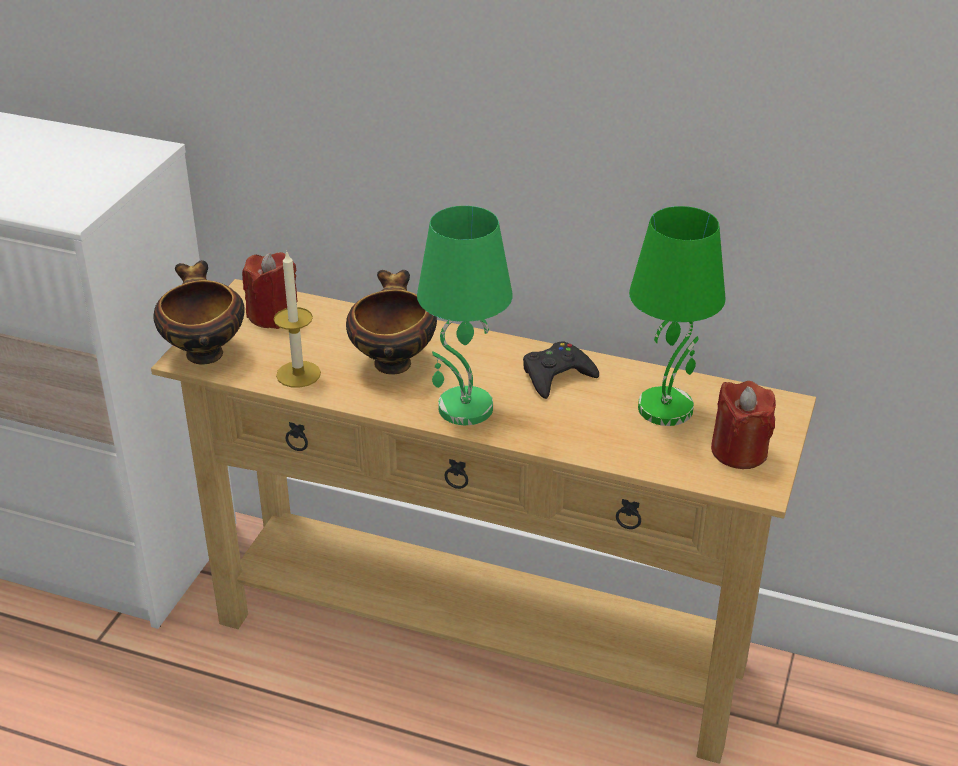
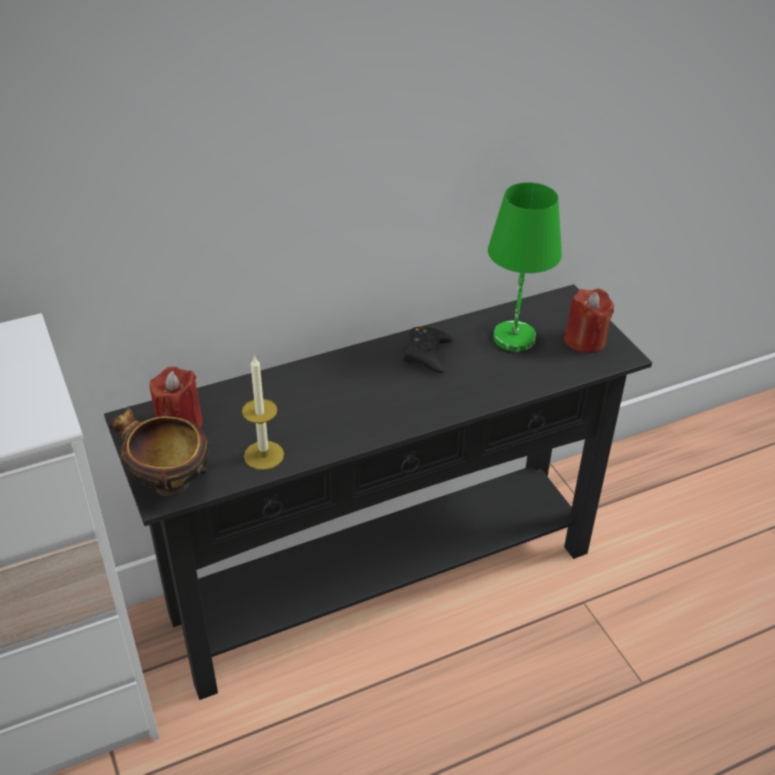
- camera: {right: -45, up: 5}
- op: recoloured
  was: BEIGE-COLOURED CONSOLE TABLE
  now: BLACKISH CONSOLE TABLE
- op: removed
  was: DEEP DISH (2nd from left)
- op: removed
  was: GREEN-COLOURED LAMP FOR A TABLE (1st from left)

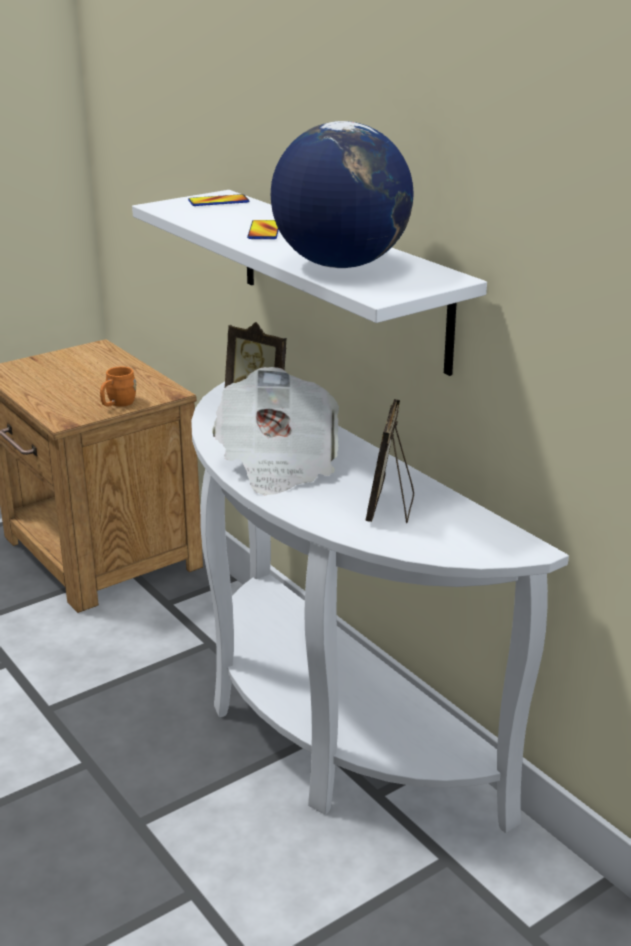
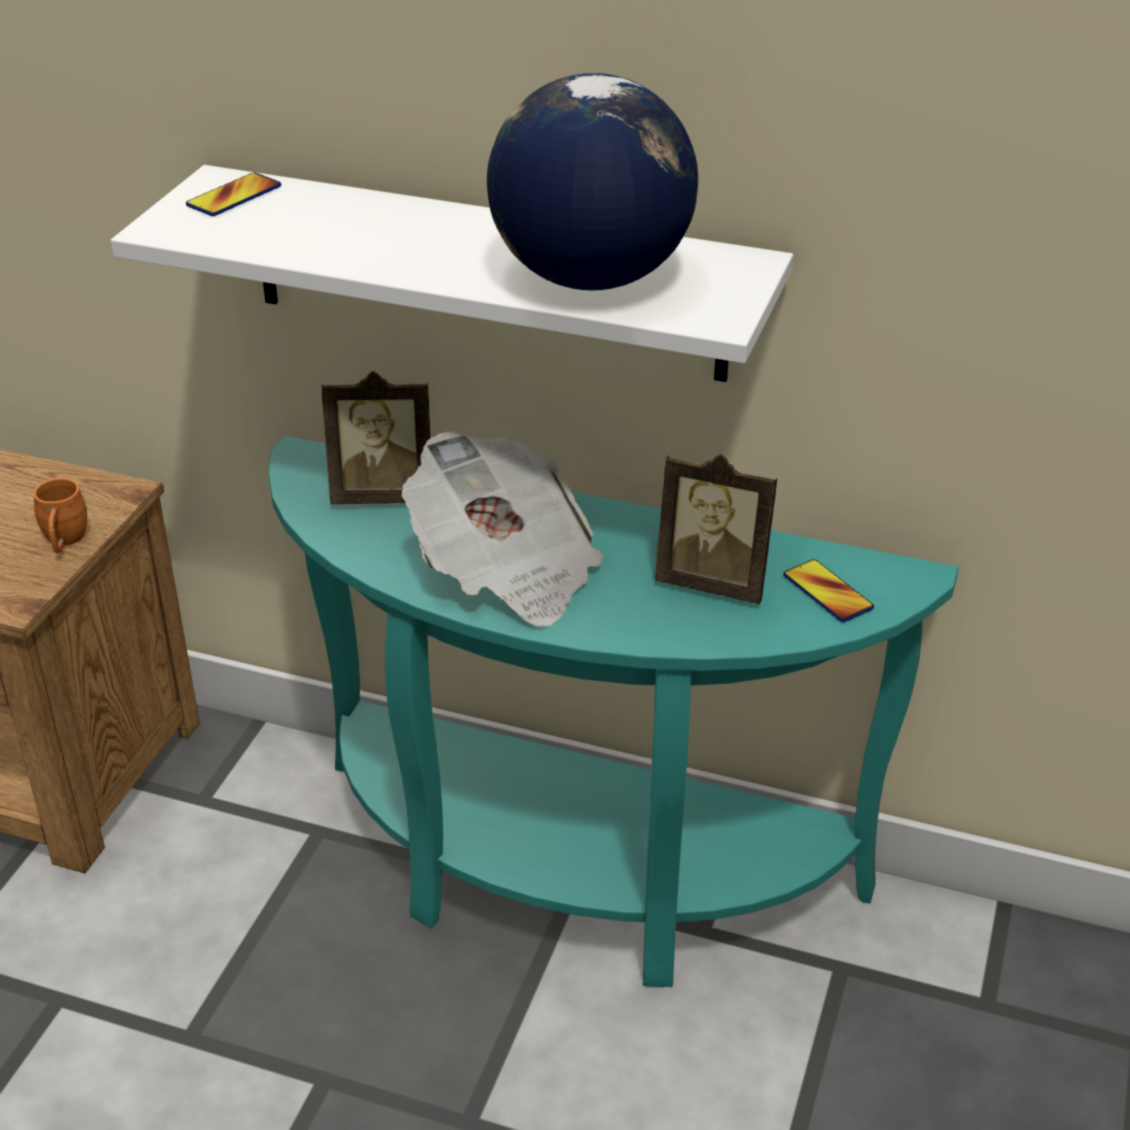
- camera: {right: -35, up: 10}
- op: recoloured
  was: WHITE-COLOURED CONSOLE TABLE
  now: TURQUOISE CONSOLE TABLE
- op: moved
  was: TELEPHONE (2nd from left)
- op: turned
  was: PHOTO FRAME (2nd from left)
  clockwise: -45

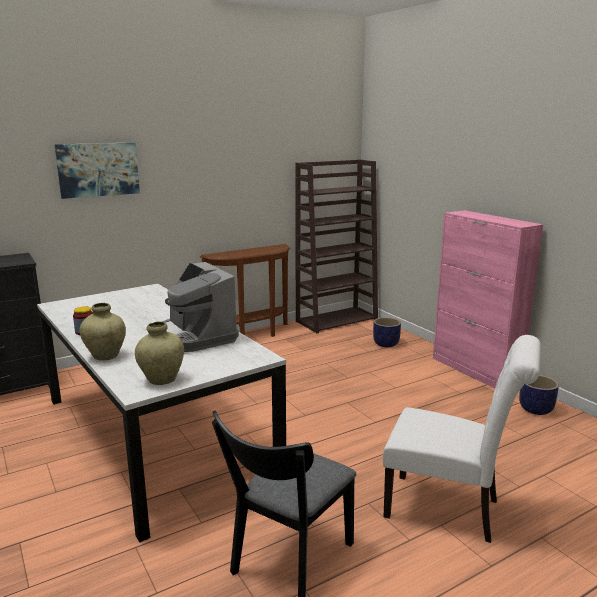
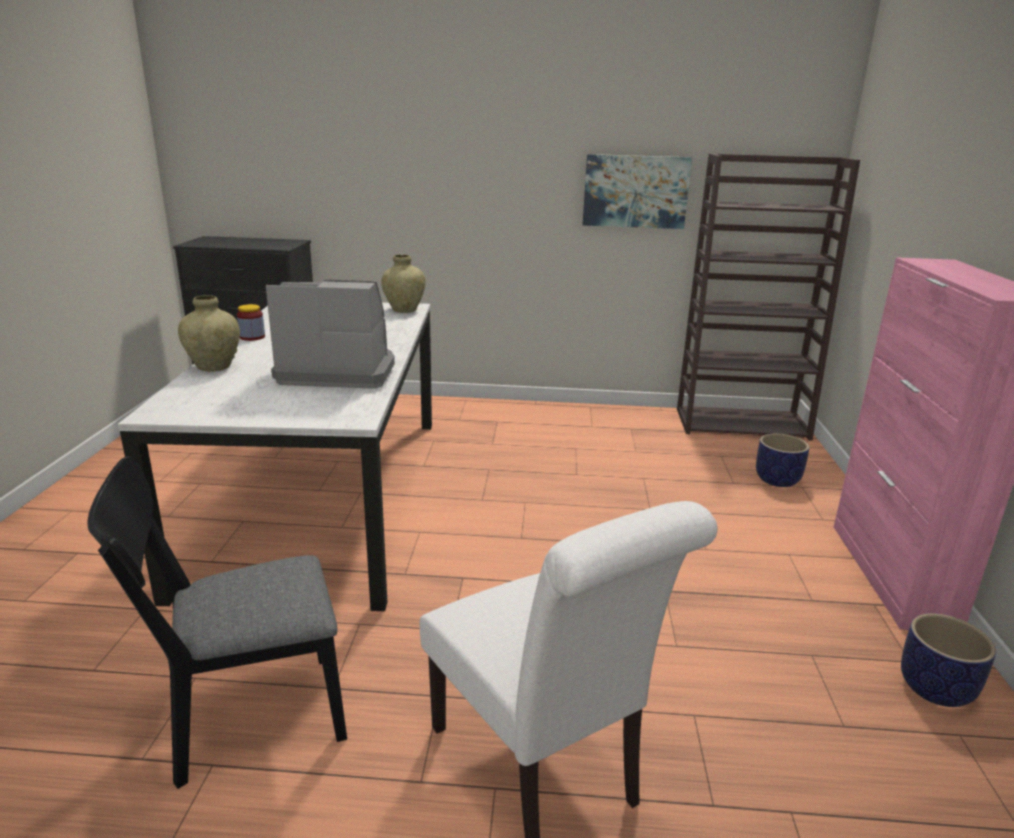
- camera: {right: 35, up: 5}
- op: moved
  was: PICTURE
- op: moved
  was: BEIGE-COLOURED DECORATIVE VASE (2nd from left)
- op: turned
  was: COFFEE MACHINE
  clockwise: 90
- op: removed
  was: BROWN CONSOLE TABLE

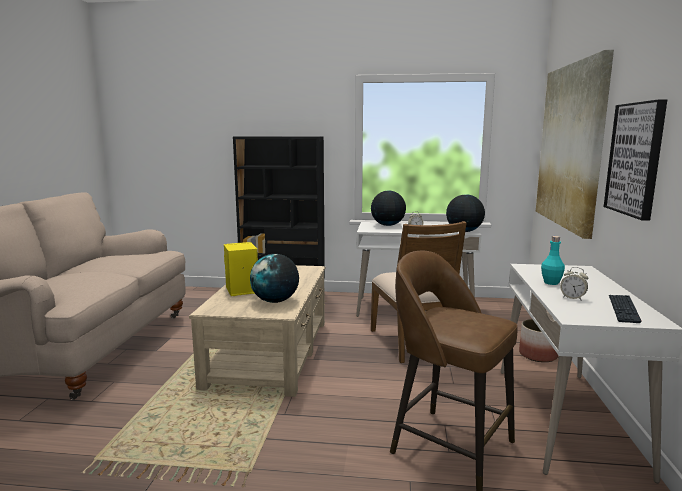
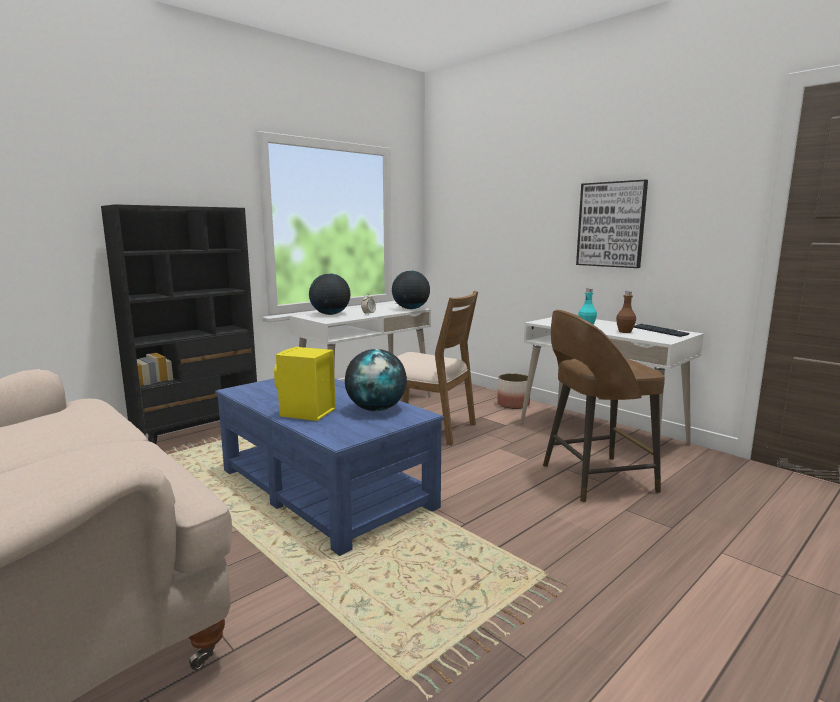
- camera: {right: -50, up: 0}
- op: recoloured
  was: BEIGE-COLOURED COFFEE TABLE
  now: BLUE-COLOURED COFFEE TABLE
- op: removed
  was: PICTURE (1st from left)
- op: replaced
  was: TABLE CLOCK (2nd from left)
  now: BROWN BOTTLE

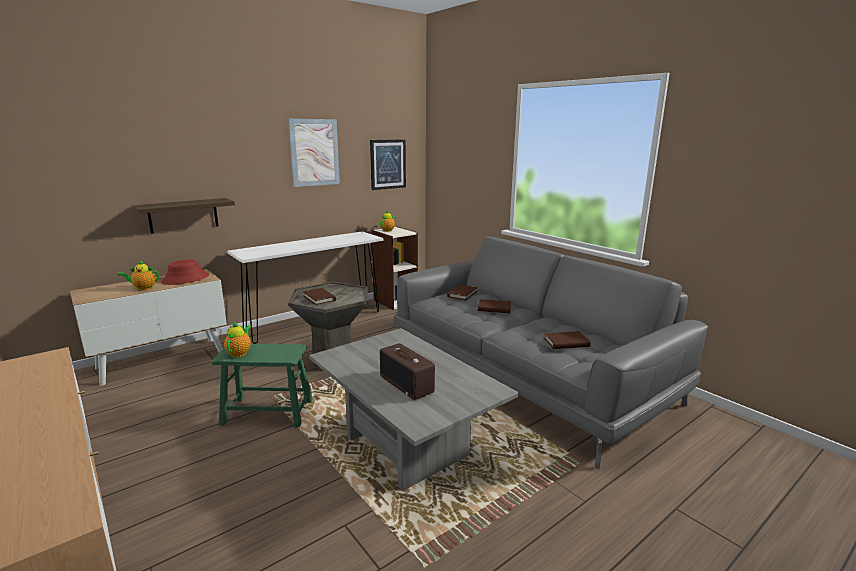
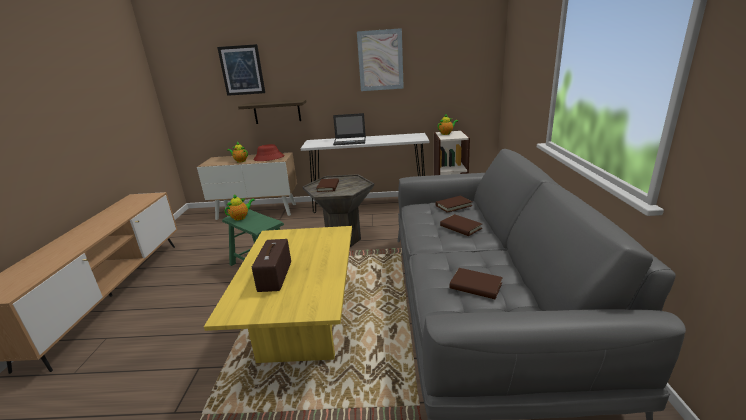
- camera: {right: 40, up: 5}
- op: recoloured
  was: GREY COFFEE TABLE
  now: YELLOW COFFEE TABLE
- op: moved
  was: PICTURE (2nd from left in the first image)
  now: PICTURE (1st from left)
- op: added
  now: NOTEBOOK COMPUTER

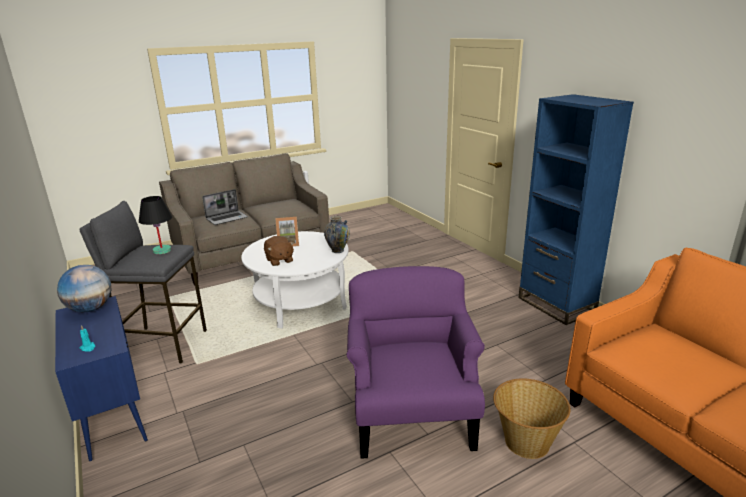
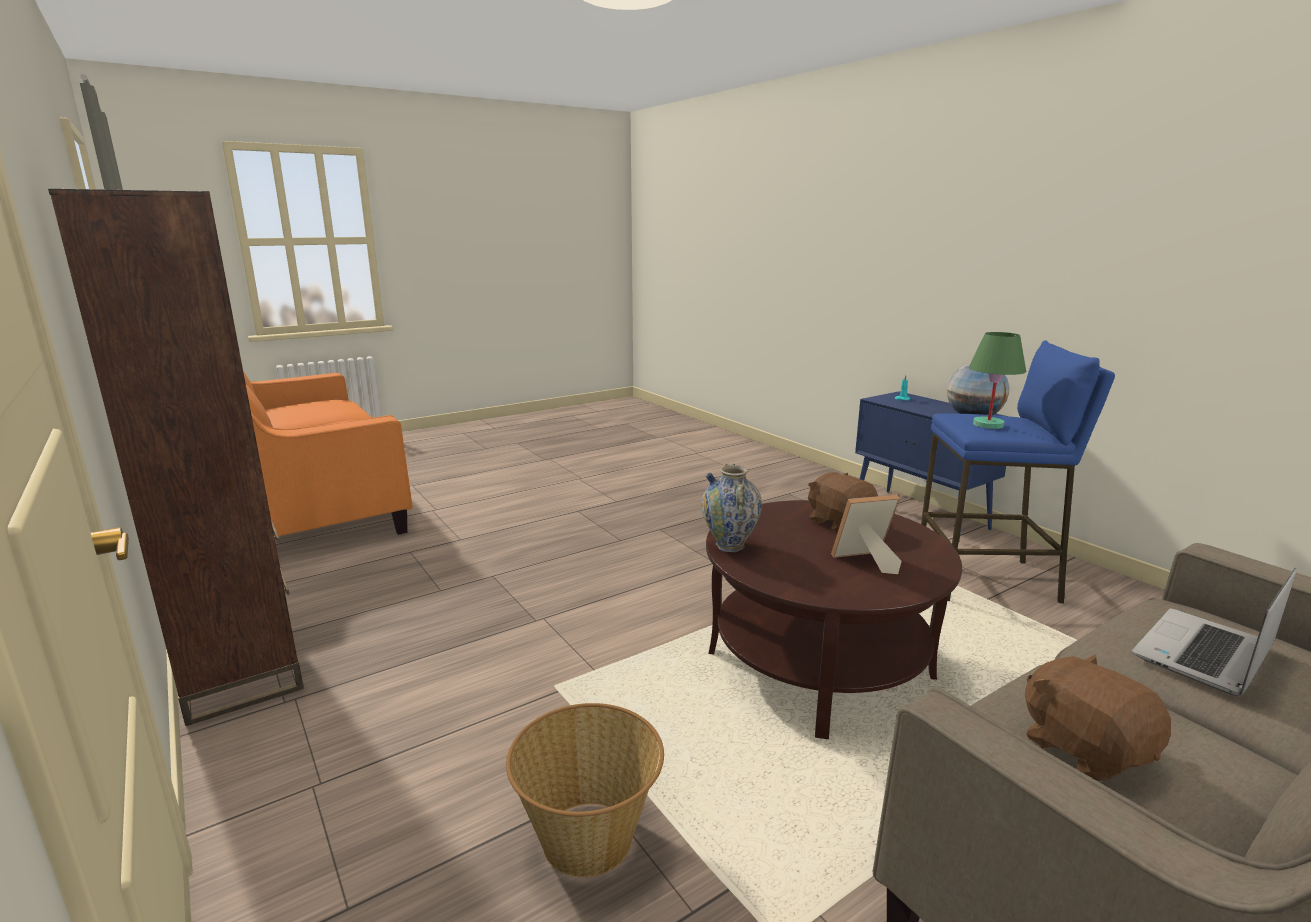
- camera: {right: 175, up: -5}
- op: recoloured
  was: GREY SITTING STOOL
  now: BLUE-COLOURED SITTING STOOL
- op: recoloured
  was: BLACKISH LAMP FOR A TABLE
  now: GREEN-COLOURED LAMP FOR A TABLE
- op: recoloured
  was: WHITE-COLOURED COFFEE TABLE
  now: BROWN COFFEE TABLE
- op: removed
  was: PURPLE-COLOURED ARMCHAIR
- op: moved
  was: HOUSEHOLD BASKET
- op: recoloured
  was: BLUE-COLOURED SHELVING UNIT
  now: BROWN SHELVING UNIT
- op: added
  now: BROWN CUDDLY TOY (2nd from left)

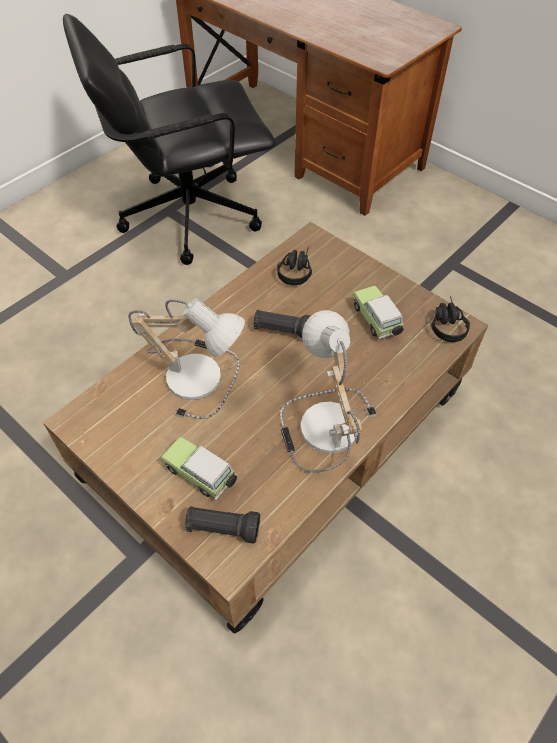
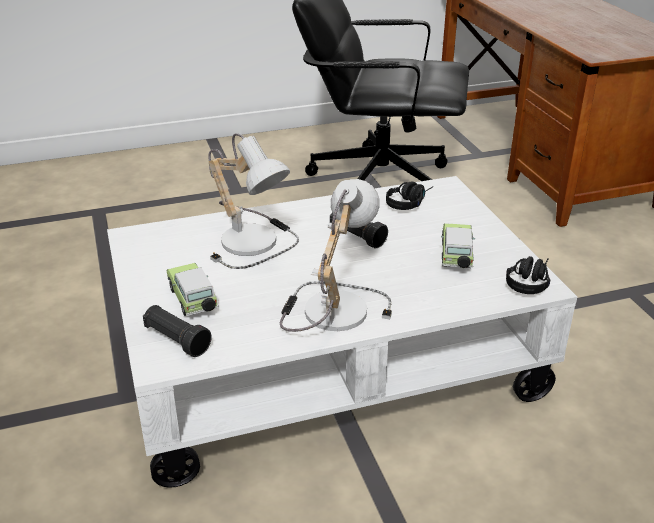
- camera: {right: 30, up: -20}
- op: recoloured
  was: BROWN COFFEE TABLE
  now: WHITE-COLOURED COFFEE TABLE

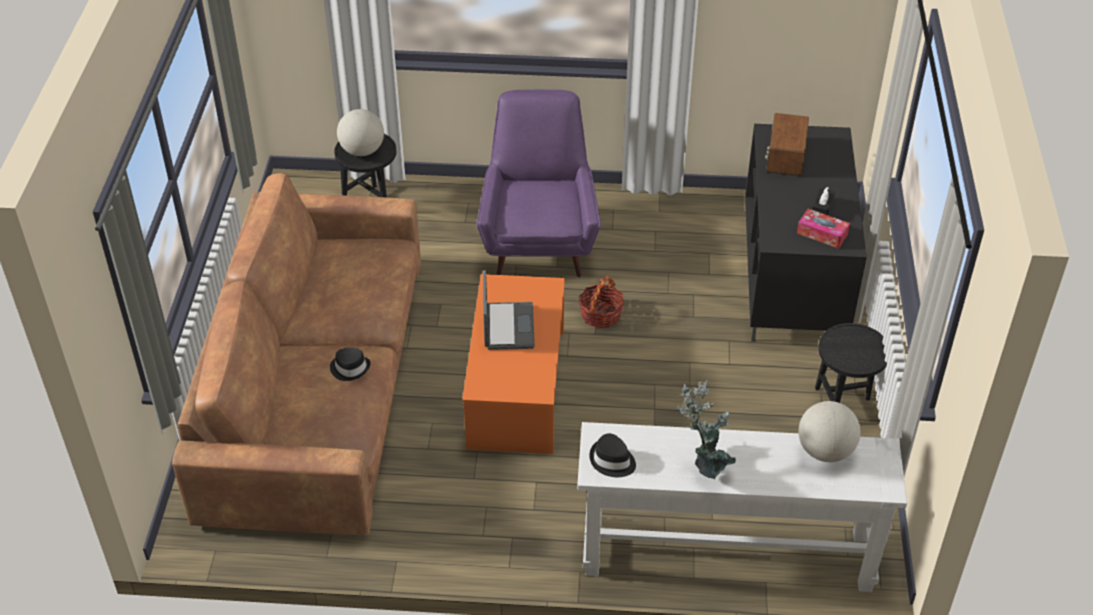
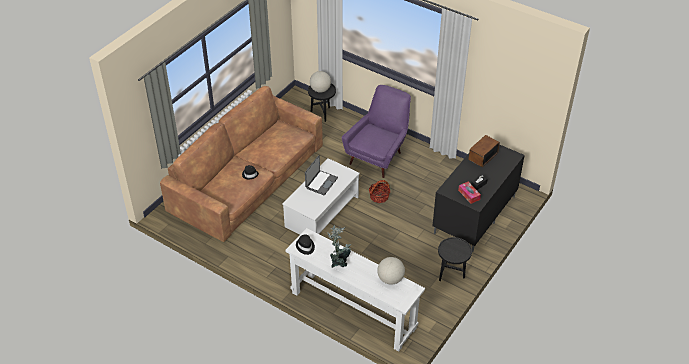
- camera: {right: 30, up: 0}
- op: recoloured
  was: ORANGEY COFFEE TABLE
  now: WHITE-COLOURED COFFEE TABLE

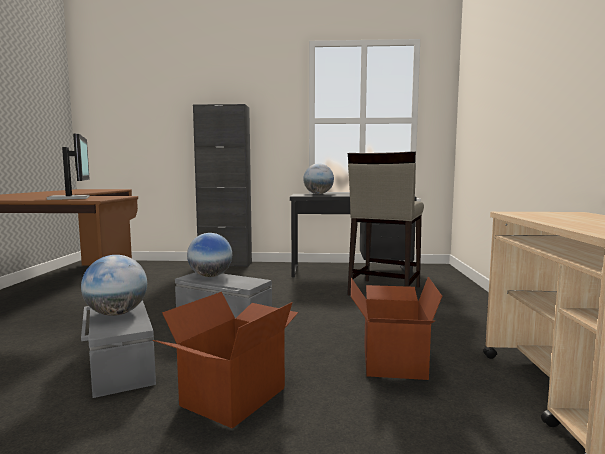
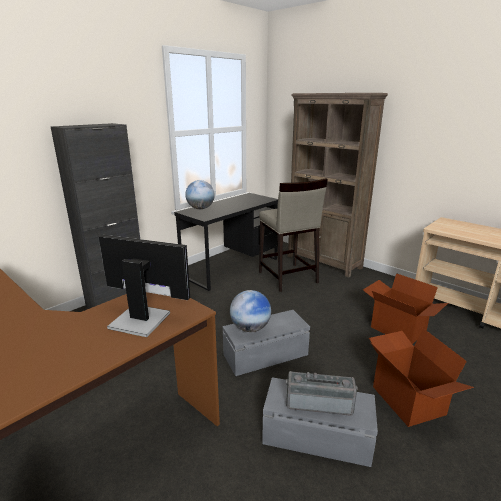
- camera: {right: -50, up: 15}
- op: replaced
  was: GLOBE (1st from left)
  now: RADIO SET
- op: added
  now: BROWN SHELVING UNIT

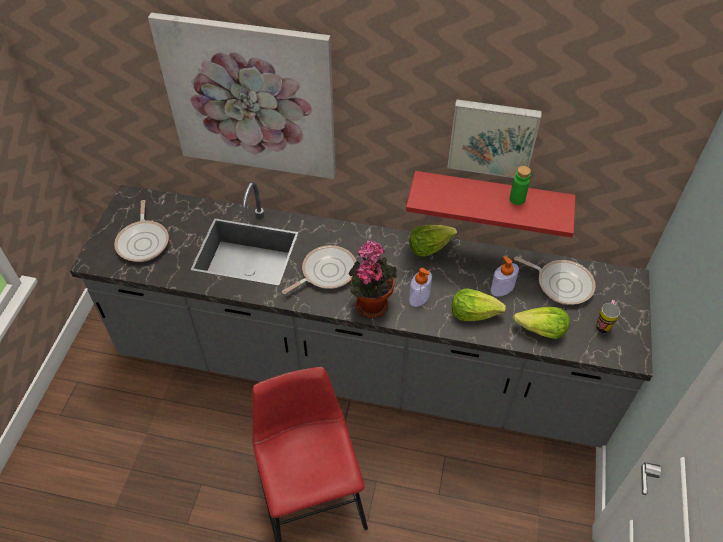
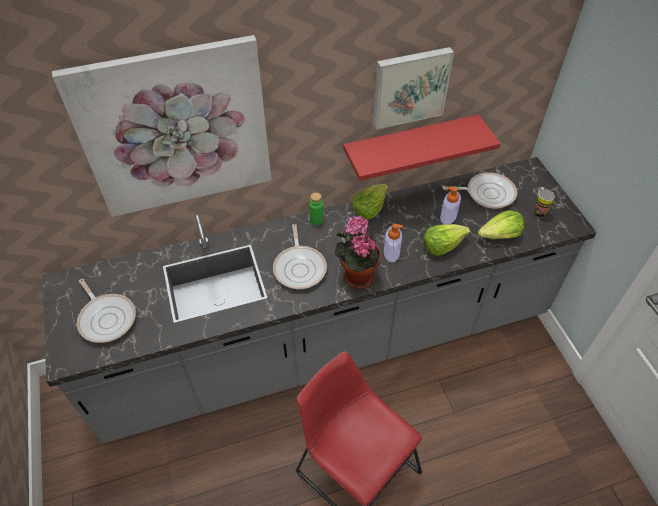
- camera: {right: -30, up: 0}
- op: turned
  was: FRYING PAN (2nd from left)
  clockwise: 150
- op: moved
  was: GREEN-COLOURED BOTTLE

